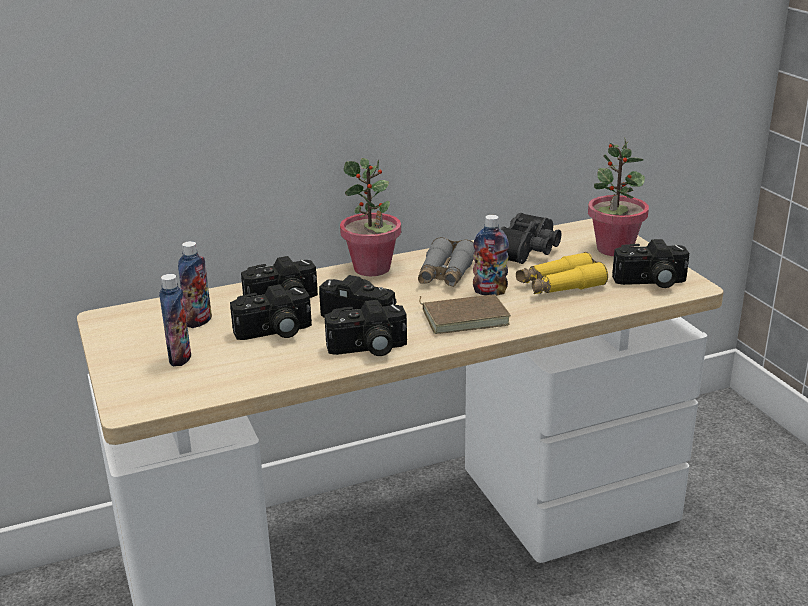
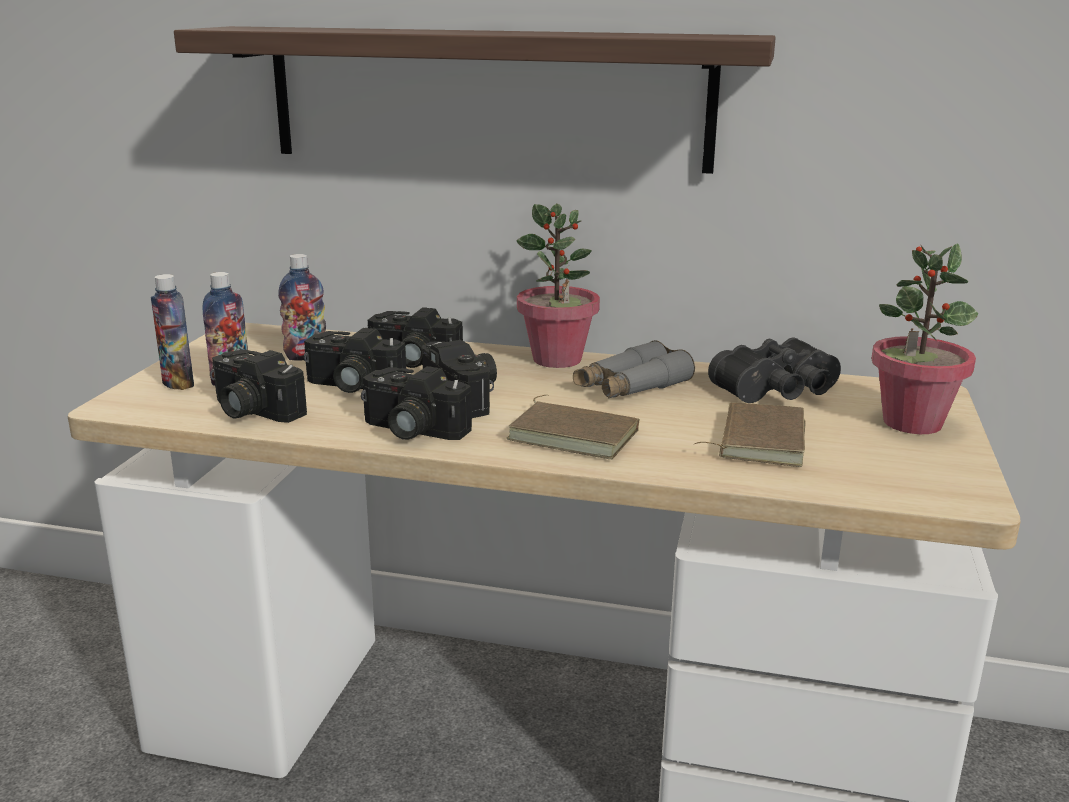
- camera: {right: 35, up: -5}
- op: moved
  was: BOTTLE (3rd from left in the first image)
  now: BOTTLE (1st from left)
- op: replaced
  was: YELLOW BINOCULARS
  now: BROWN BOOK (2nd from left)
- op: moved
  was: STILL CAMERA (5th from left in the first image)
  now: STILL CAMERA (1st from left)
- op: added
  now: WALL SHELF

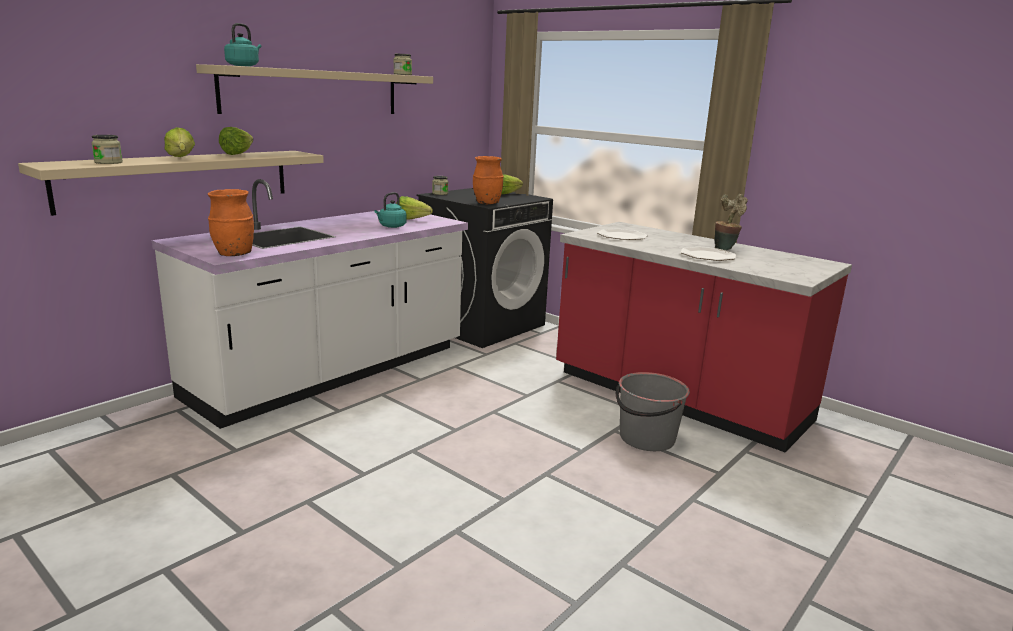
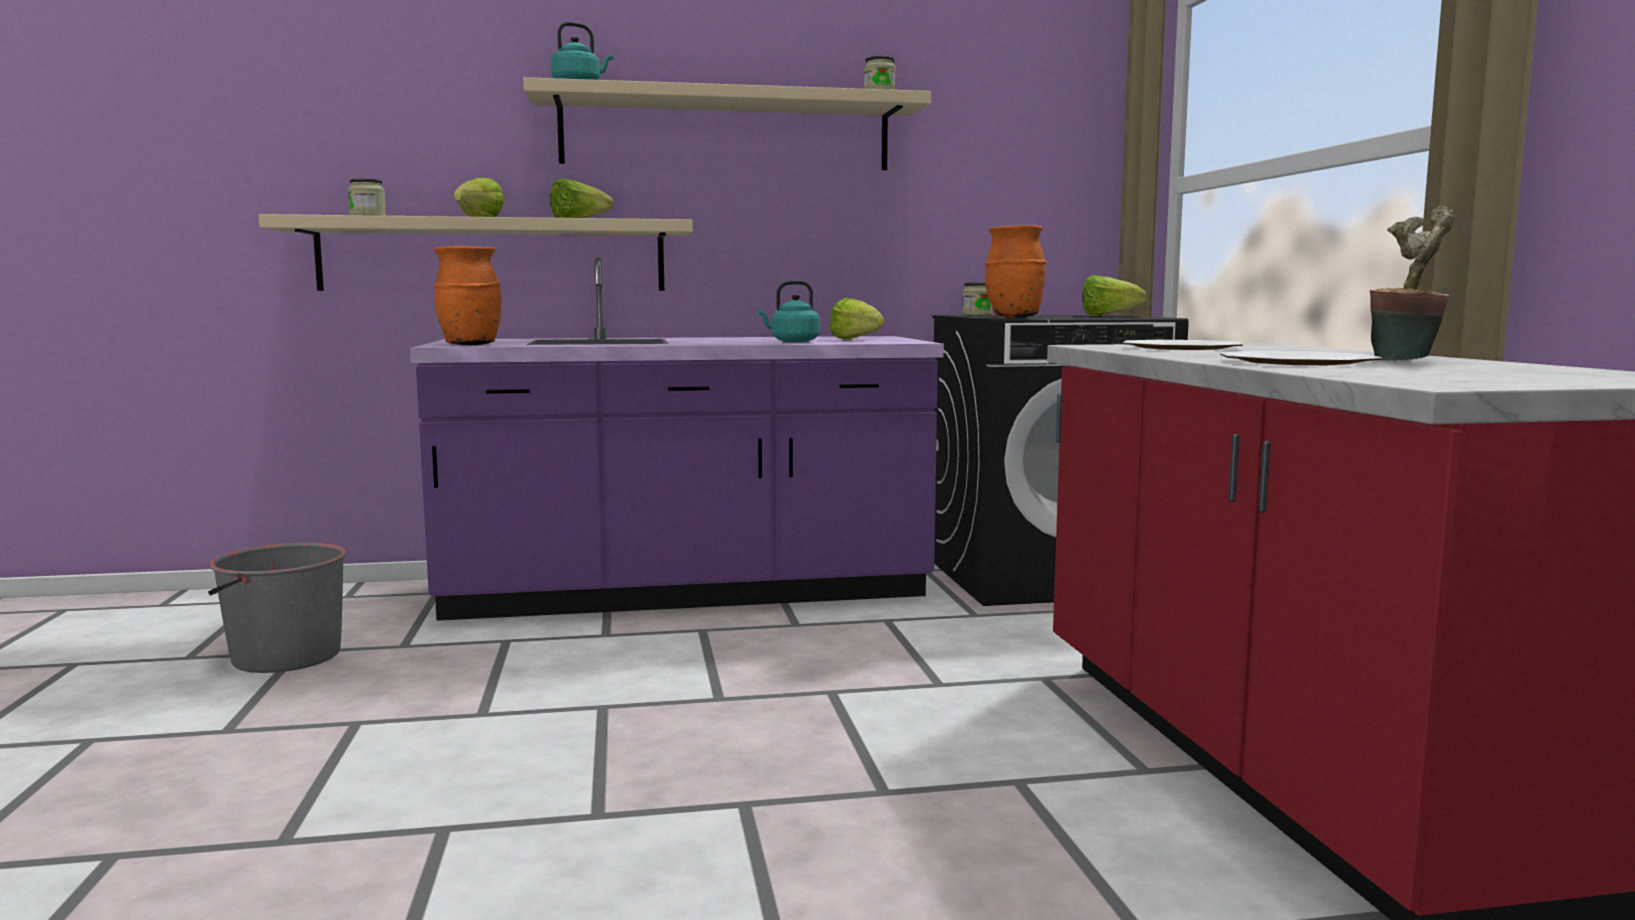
- camera: {right: 40, up: -10}
- op: recoloured
  was: WHITE-COLOURED KITCHEN BASE UNIT
  now: PURPLE-COLOURED KITCHEN BASE UNIT
- op: moved
  was: GREY BUCKET

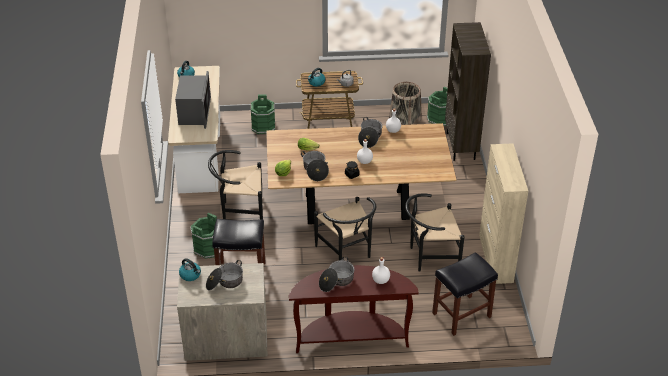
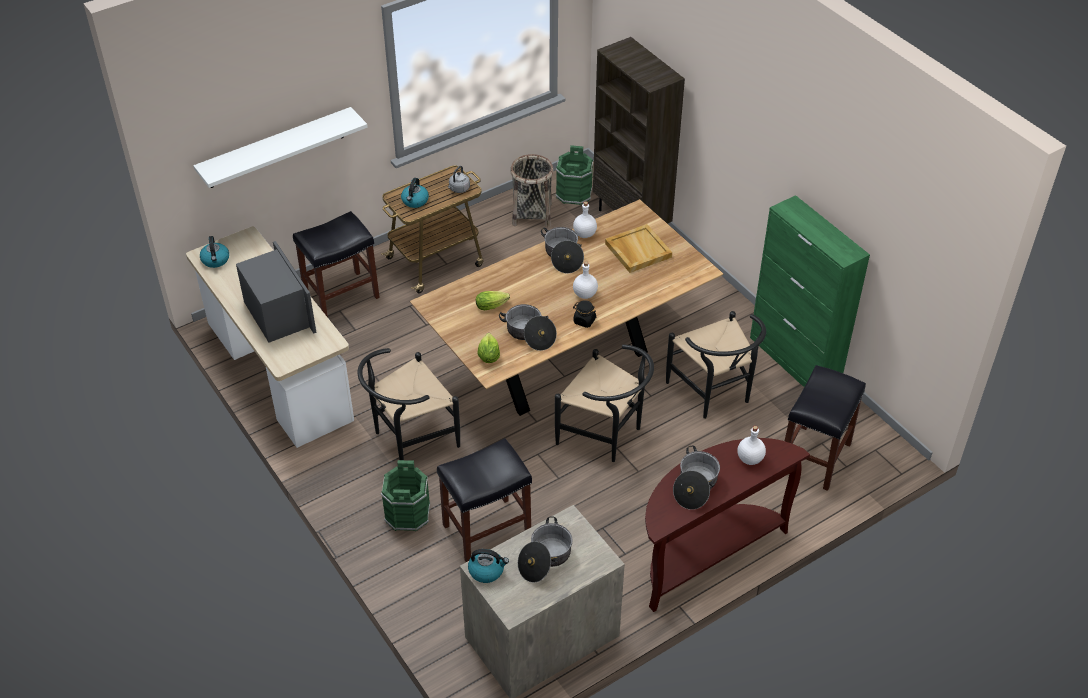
- camera: {right: -30, up: 5}
- op: replaced
  was: GREEN-COLOURED BUCKET (2nd from left)
  now: BLACKISH SITTING STOOL (1st from left)
- op: turned
  was: BLACKISH PLAIN CHAIR (3rd from left)
  clockwise: -75
- op: recoloured
  was: BEIGE-COLOURED CUPBOARD
  now: GREEN-COLOURED CUPBOARD
- op: added
  now: WHITE-COLOURED WALL SHELF
- op: added
  now: BEIGE-COLOURED TRAY

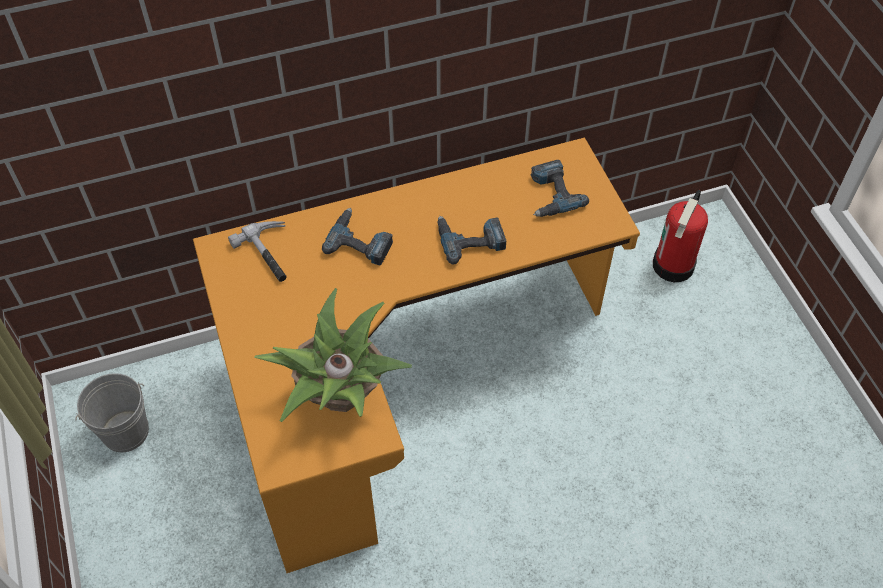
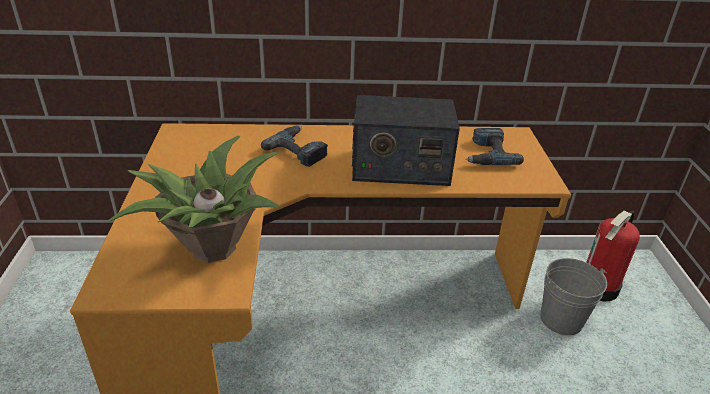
- camera: {right: 15, up: -20}
- op: moved
  was: GREY BUCKET
- op: removed
  was: HAMMER
- op: replaced
  was: POWER DRILL (2nd from left)
  now: RADIO SET

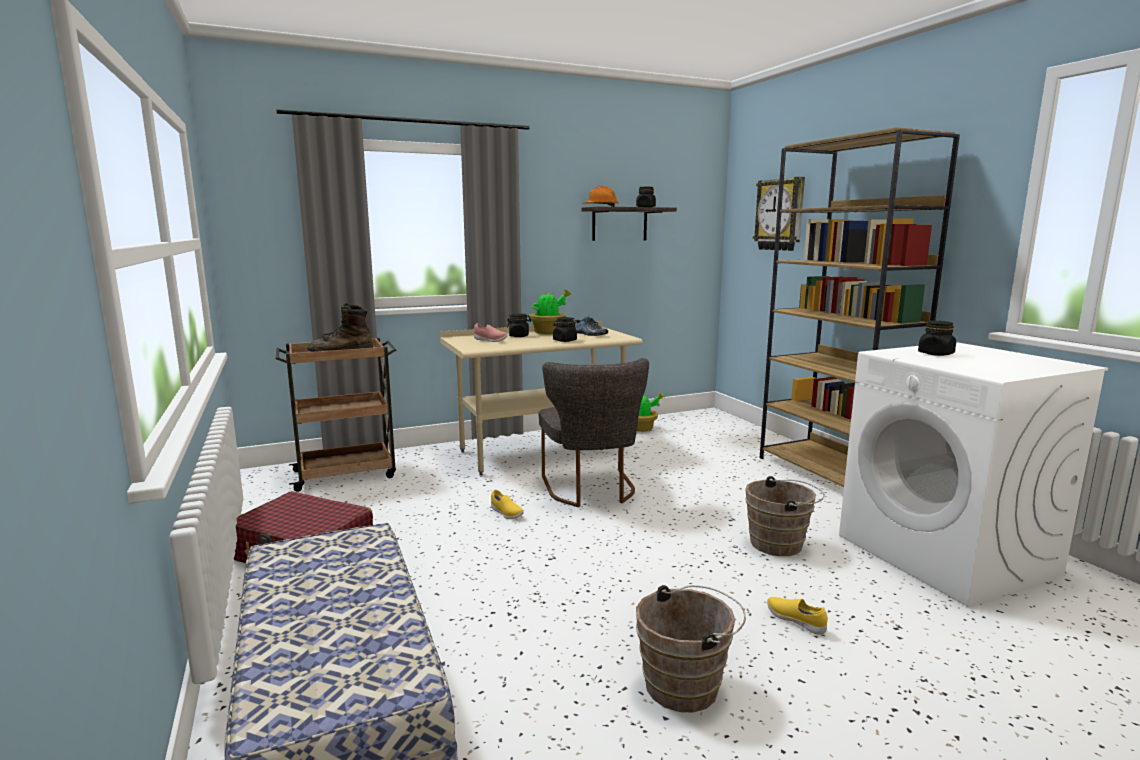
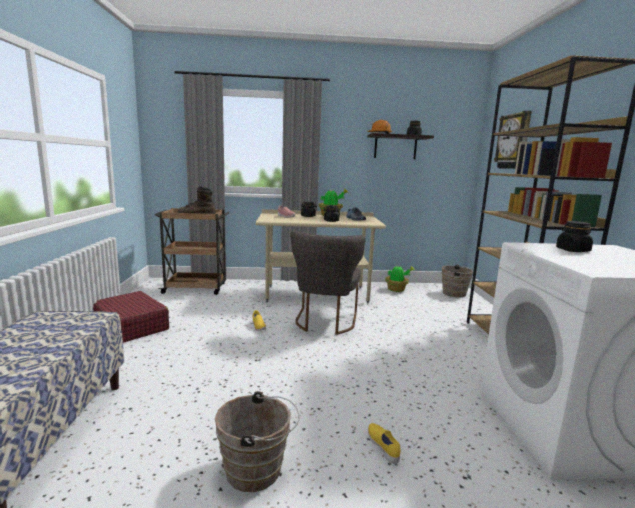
- camera: {right: 20, up: 0}
- op: moved
  was: BROWN BUCKET (2nd from left)

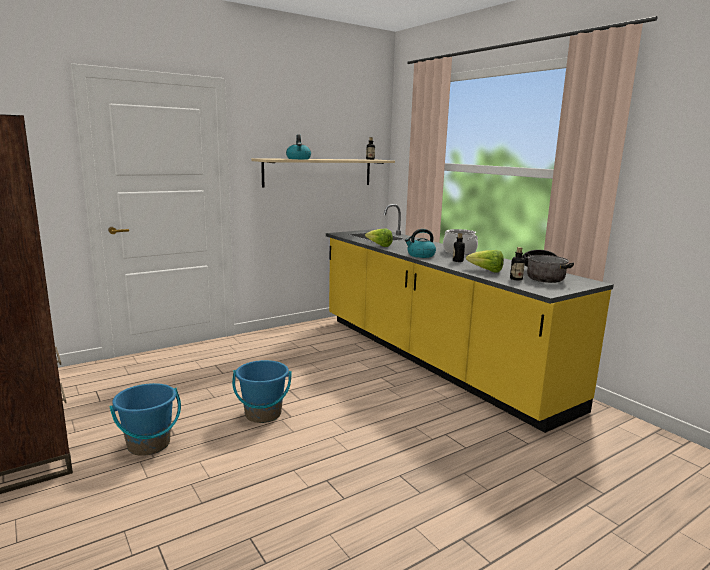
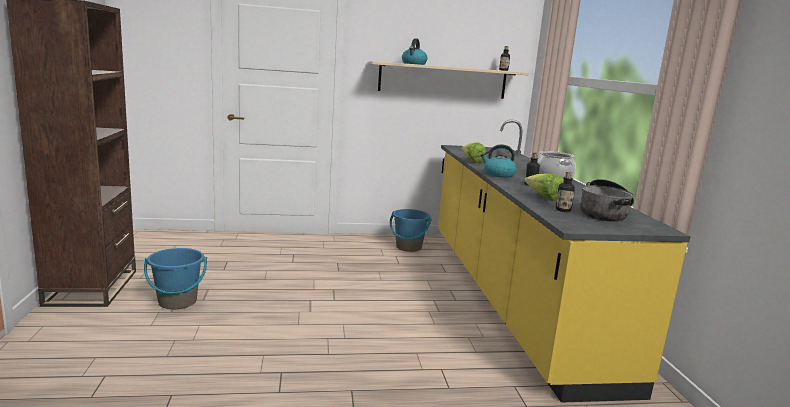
- camera: {right: 25, up: 0}
- op: moved
  was: BLUE-COLOURED BUCKET (2nd from left)

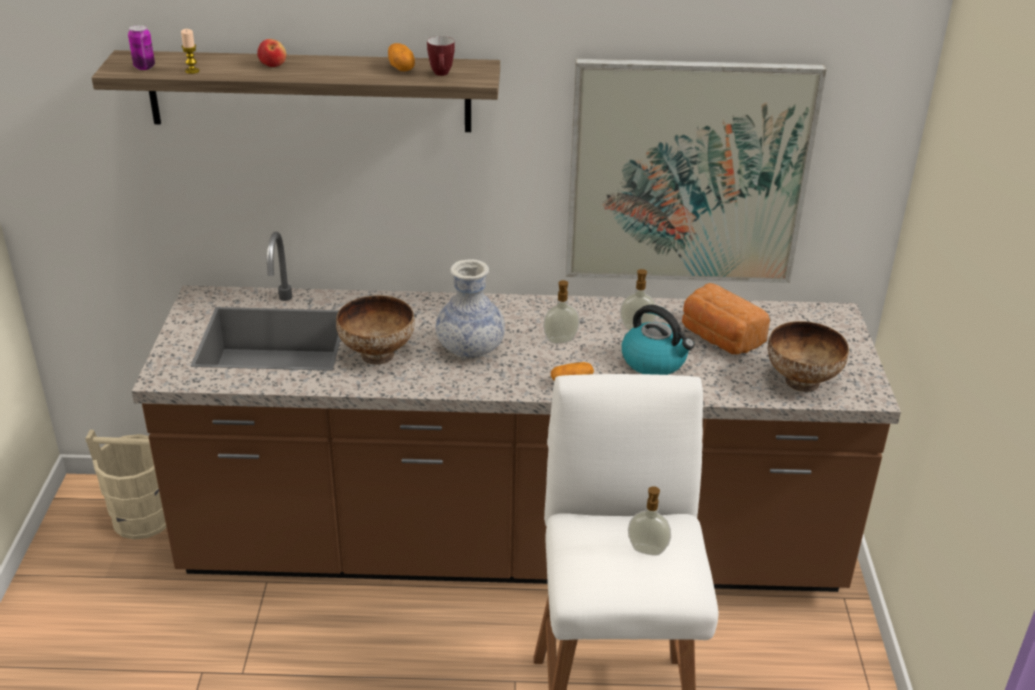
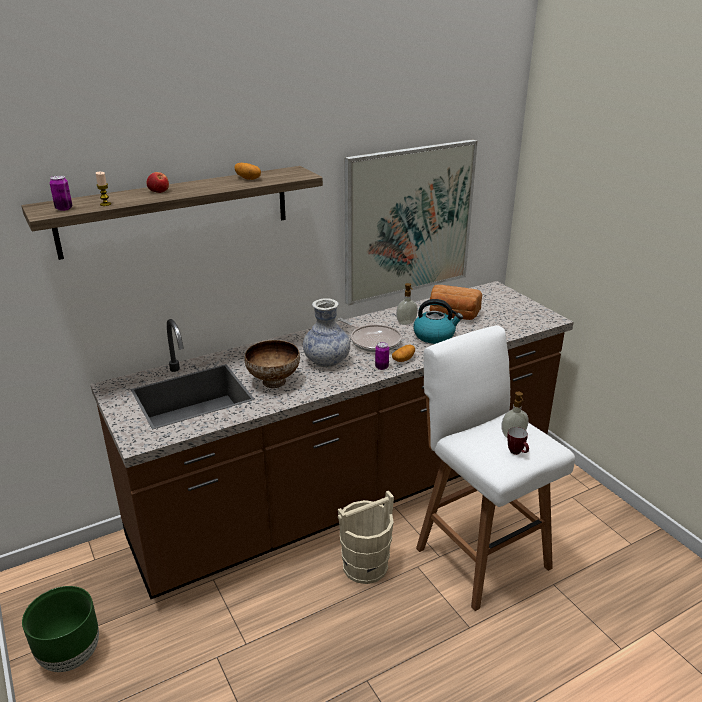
- camera: {right: -30, up: -5}
- op: moved
  was: BEIGE-COLOURED BUCKET
- op: moved
  was: COFFEE MUG
- op: replaced
  was: LIQUID SOAP BOTTLE (1st from left)
  now: FRYING PAN
- op: removed
  was: DEEP DISH (2nd from left)
- op: added
  now: GREEN-COLOURED PLANTER
- op: added
  now: SEALED CAN (2nd from left)

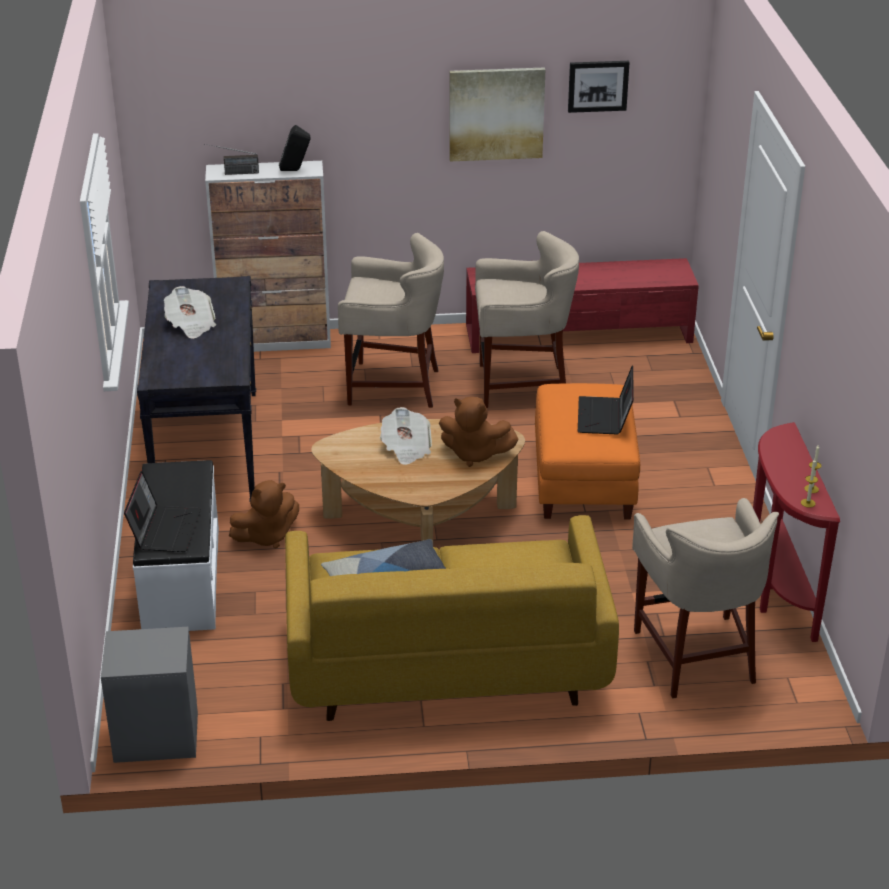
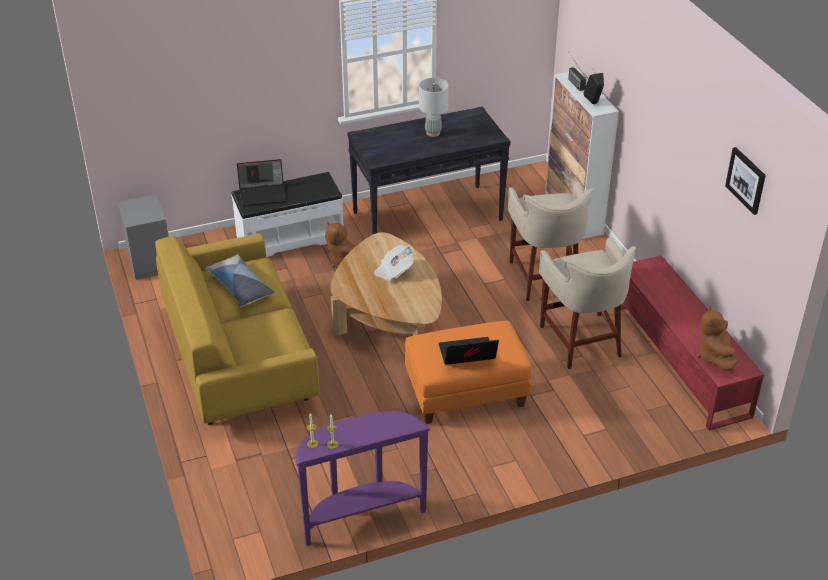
- camera: {right: 75, up: 5}
- op: replaced
  was: PRINTED PAPER (1st from left)
  now: GREY LAMP FOR A TABLE
- op: moved
  was: BROWN CUDDLY TOY (2nd from left)
- op: removed
  was: PICTURE (1st from left)
- op: removed
  was: BEIGE-COLOURED SITTING STOOL (3rd from left)
- op: recoloured
  was: RED-COLOURED CONSOLE TABLE
  now: PURPLE-COLOURED CONSOLE TABLE

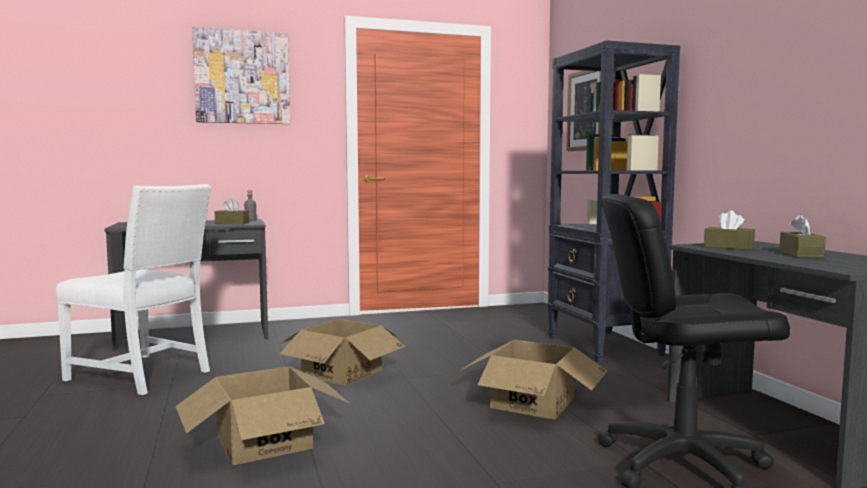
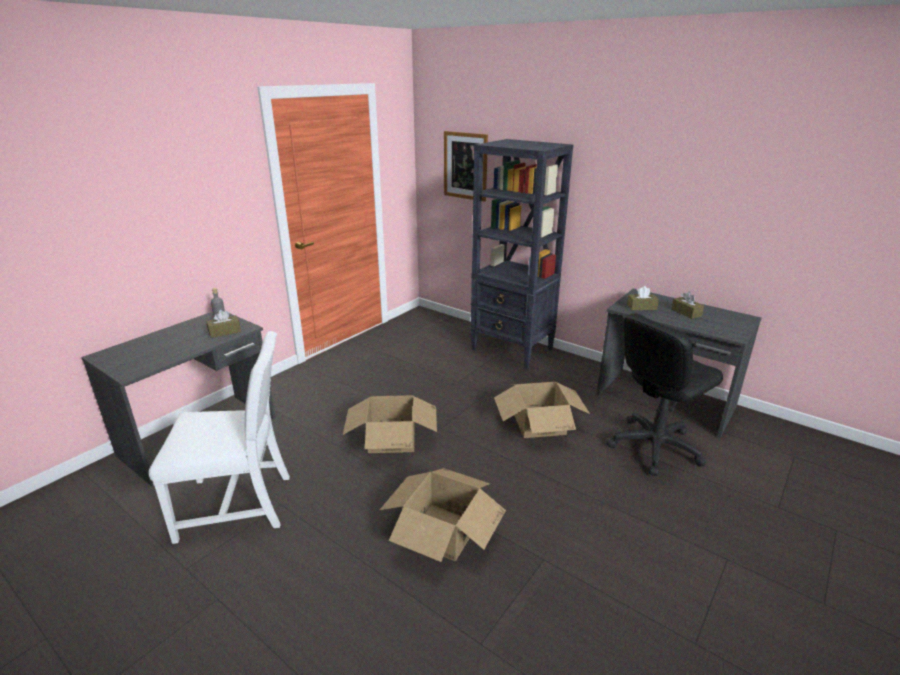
- camera: {right: -35, up: 20}
- op: removed
  was: PICTURE (1st from left)

